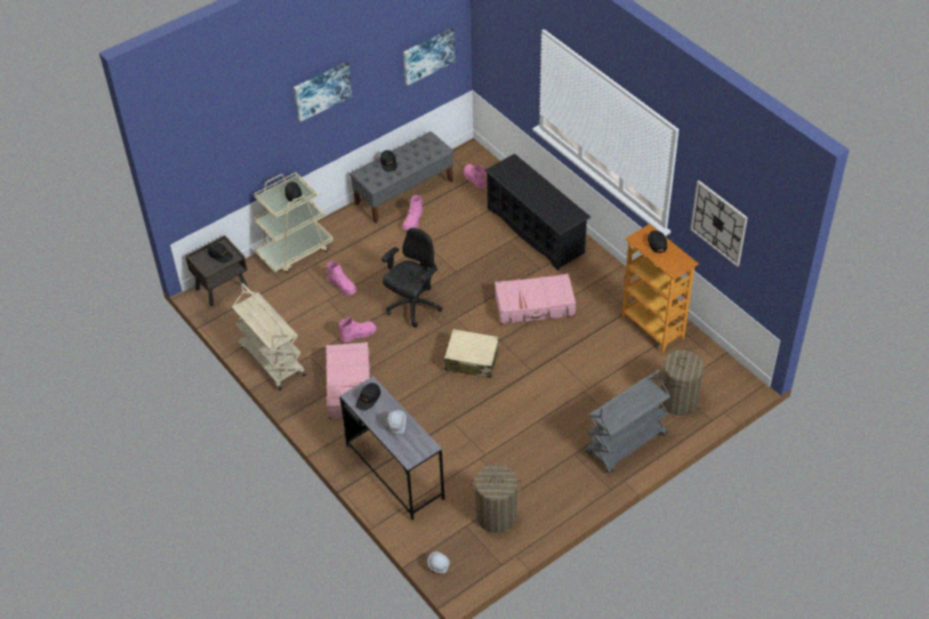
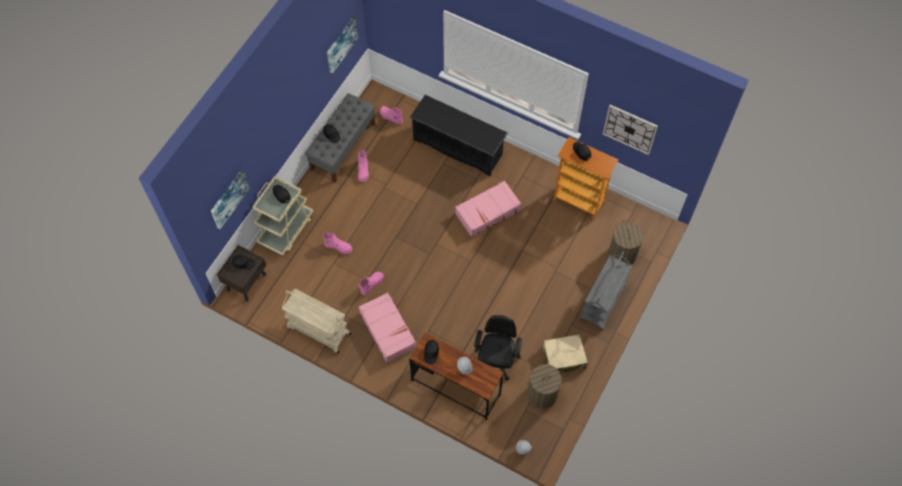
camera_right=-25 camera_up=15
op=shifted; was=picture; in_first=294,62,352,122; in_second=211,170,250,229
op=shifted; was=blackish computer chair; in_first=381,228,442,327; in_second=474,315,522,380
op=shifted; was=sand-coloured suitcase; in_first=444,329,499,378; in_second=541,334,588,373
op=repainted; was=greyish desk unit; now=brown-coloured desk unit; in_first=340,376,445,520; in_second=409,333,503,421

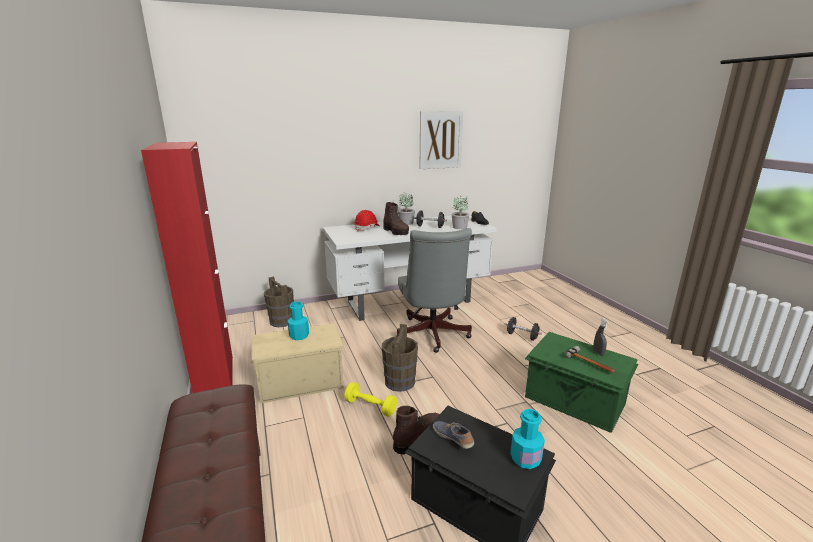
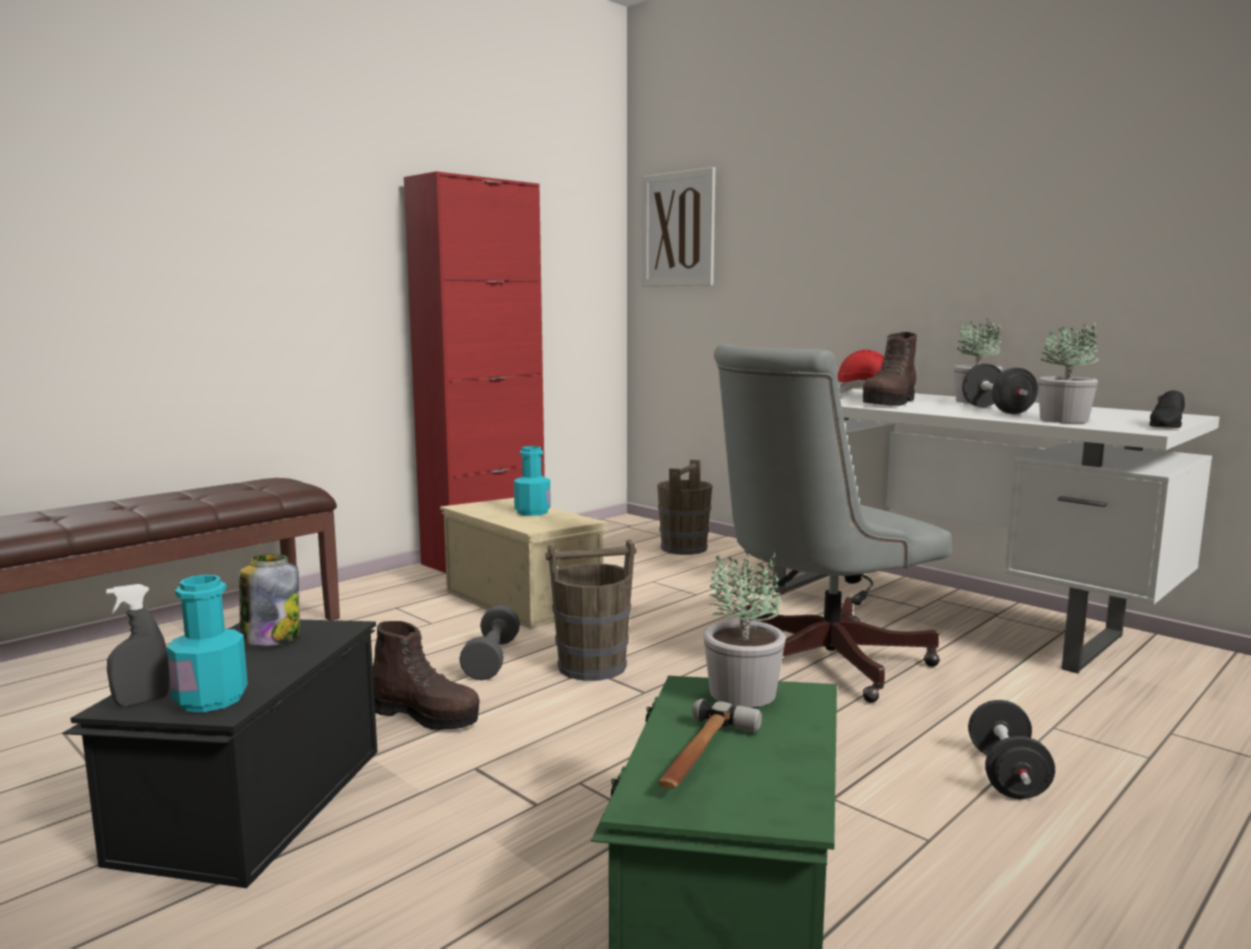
camera_right=65 camera_up=-10
op=new; now=plant in a pot; in_second=703,549,786,707
op=shifted; was=picture; in_first=420,111,463,169; in_second=643,167,715,287
op=shifted; was=greyish sprayer; in_first=593,318,609,356; in_second=106,584,169,706
op=swapped; was=low shoe; now=storage jar; in_first=433,421,474,449; in_second=239,554,300,646
op=repainted; was=yellow free weight; now=greyish free weight; in_first=344,382,397,417; in_second=460,605,520,680

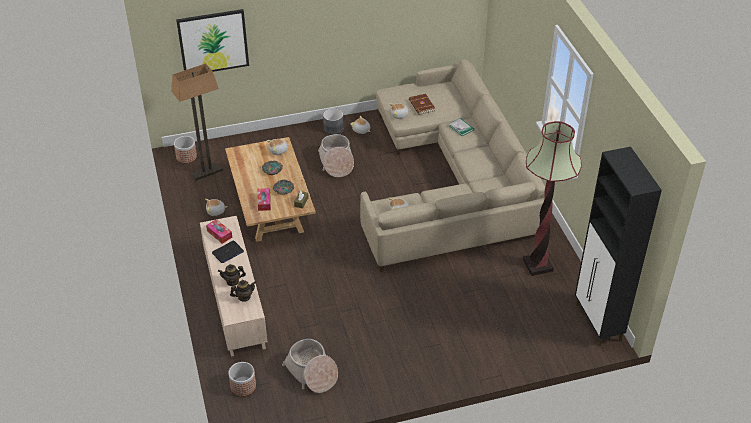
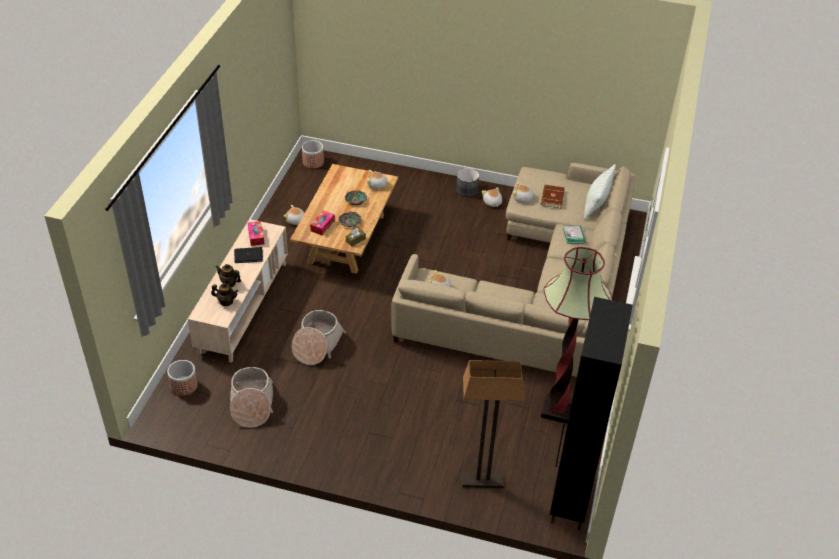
camera_right=30 camera_up=0
op=gone; was=picture; in_first=176,9,249,72
op=new; now=throw pillow; in_second=584,164,616,220
op=shifted; was=standard lamp; in_first=171,63,223,181; in_second=462,360,524,488
op=shifted; was=household basket; in_first=318,134,354,177; in_second=292,310,346,365

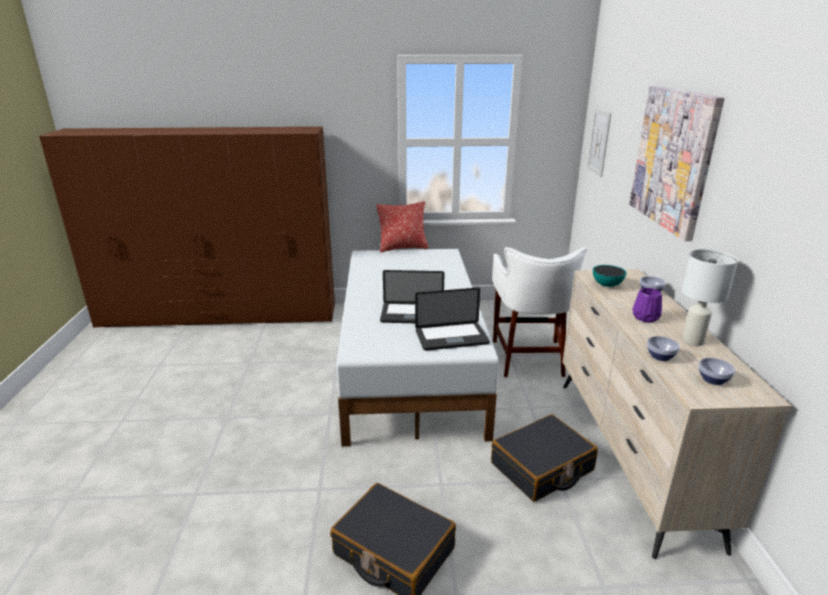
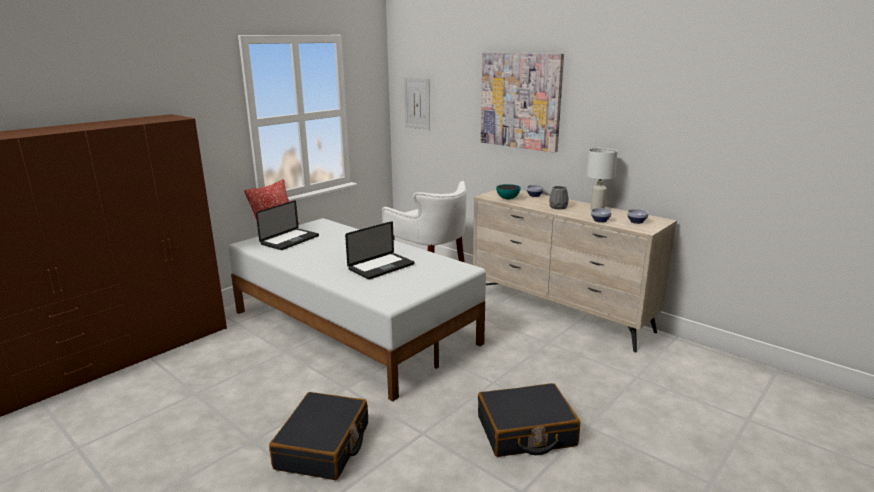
camera_right=-45 camera_up=-5
op=shifted; was=portable computer; in_first=415,288,490,351; in_second=256,200,319,250
op=shifted; was=blackish suitcase; in_first=491,414,598,502; in_second=269,392,368,480
op=repainted; was=purplish vase; now=greyish vase; in_first=632,288,662,323; in_second=549,186,569,209

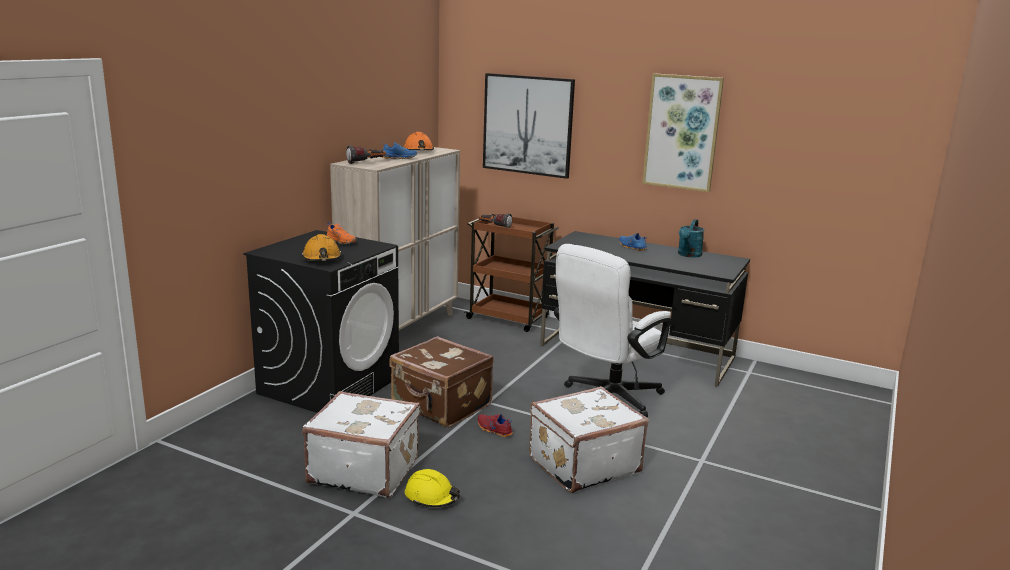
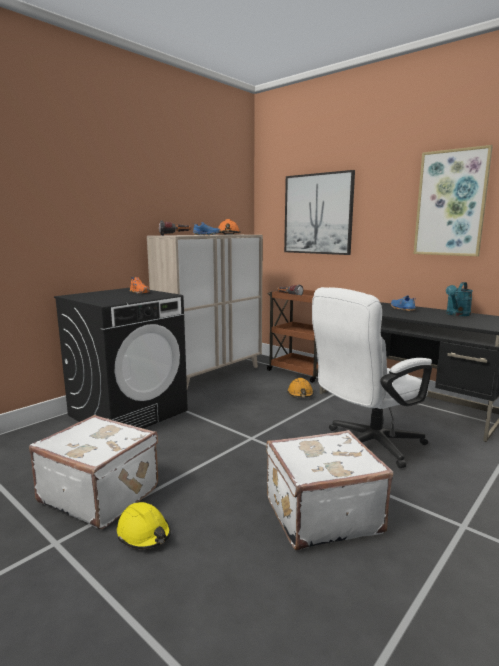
camera_right=15 camera_up=-5
op=gone; was=brown-coloured suitcase; in_first=389,336,494,427
op=gone; was=reddish low shoe; in_first=477,414,513,437
op=shifted; was=orange-coloured hard hat; in_first=301,234,342,261; in_second=287,378,314,397

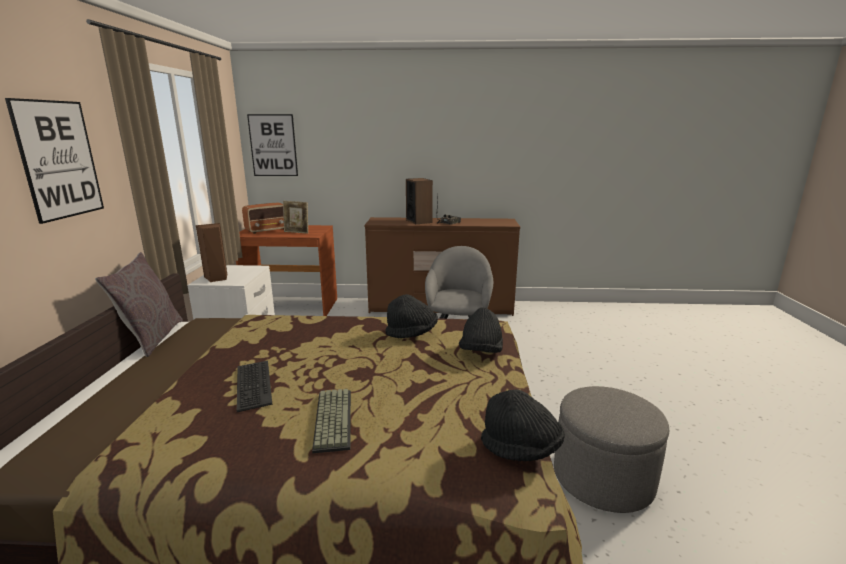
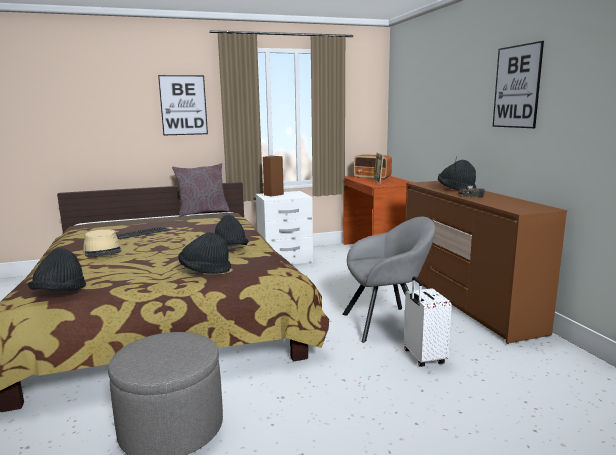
camera_right=70 camera_up=-5
op=new; now=white suitcase; in_second=404,277,452,367
op=shifted; was=picture; in_first=247,114,298,176; in_second=493,41,544,128
op=swapped; was=keyboard; now=sand-coloured wearable hat; in_first=312,389,351,453; in_second=83,229,121,257
op=swapped; was=loudspeaker; now=blackish wearable hat; in_first=406,178,433,225; in_second=438,160,476,191

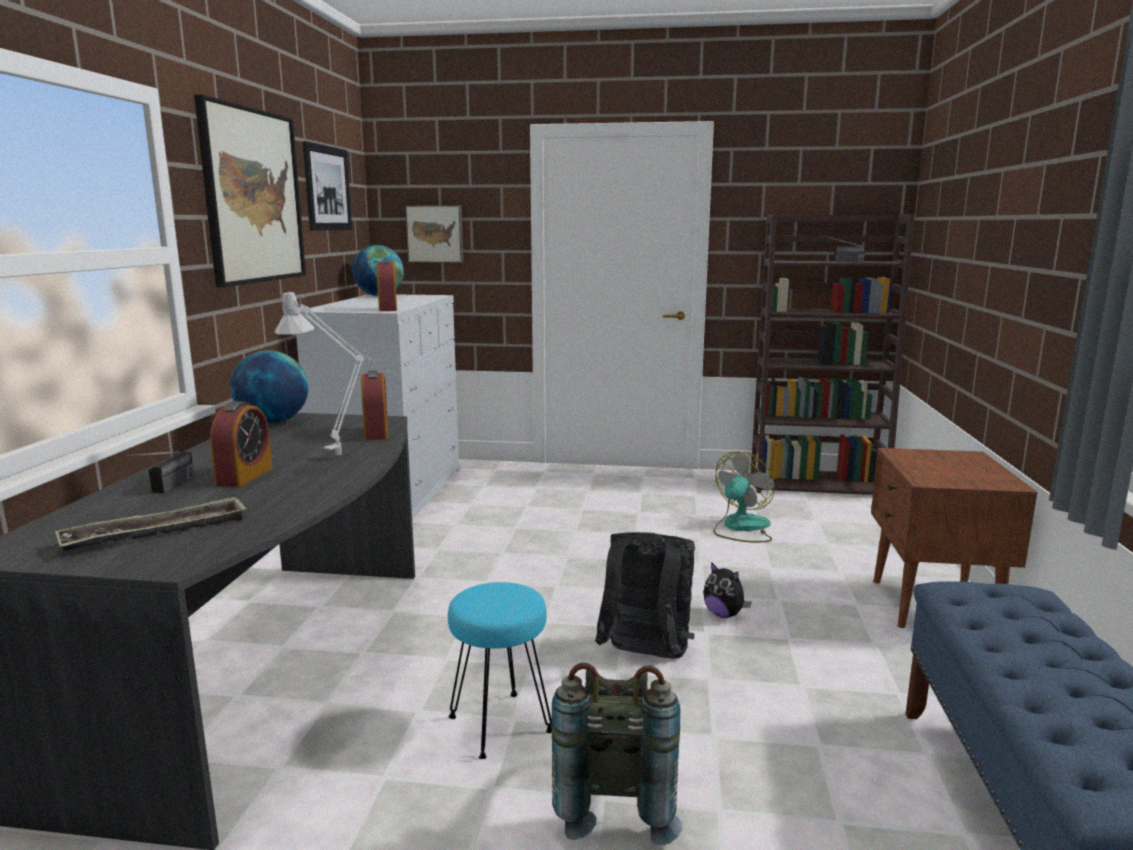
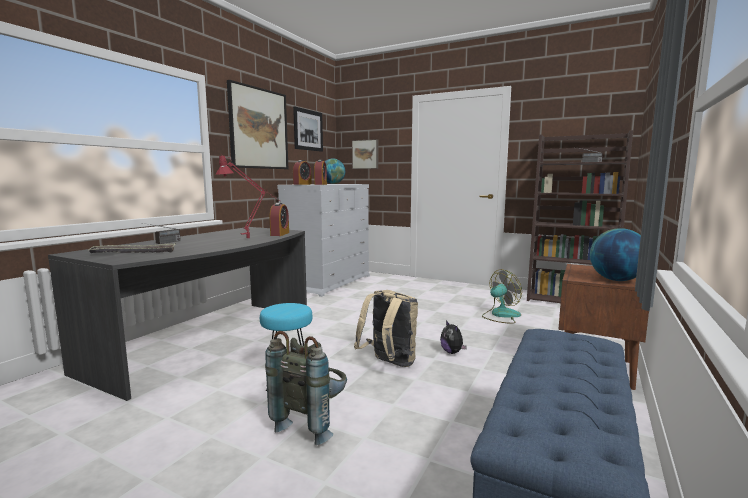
camera_right=20 camera_up=-5
op=shifted; was=alarm clock; in_first=210,401,272,487; in_second=293,160,312,185
op=shifted; was=globe; in_first=230,350,308,424; in_second=590,228,641,281
op=repainted; was=greyish lamp for a table; now=reddish lamp for a table; in_first=274,291,390,455; in_second=215,155,281,238
op=repainted; was=blackish knapsack; now=sand-coloured knapsack; in_first=595,532,695,659; in_second=354,290,418,367

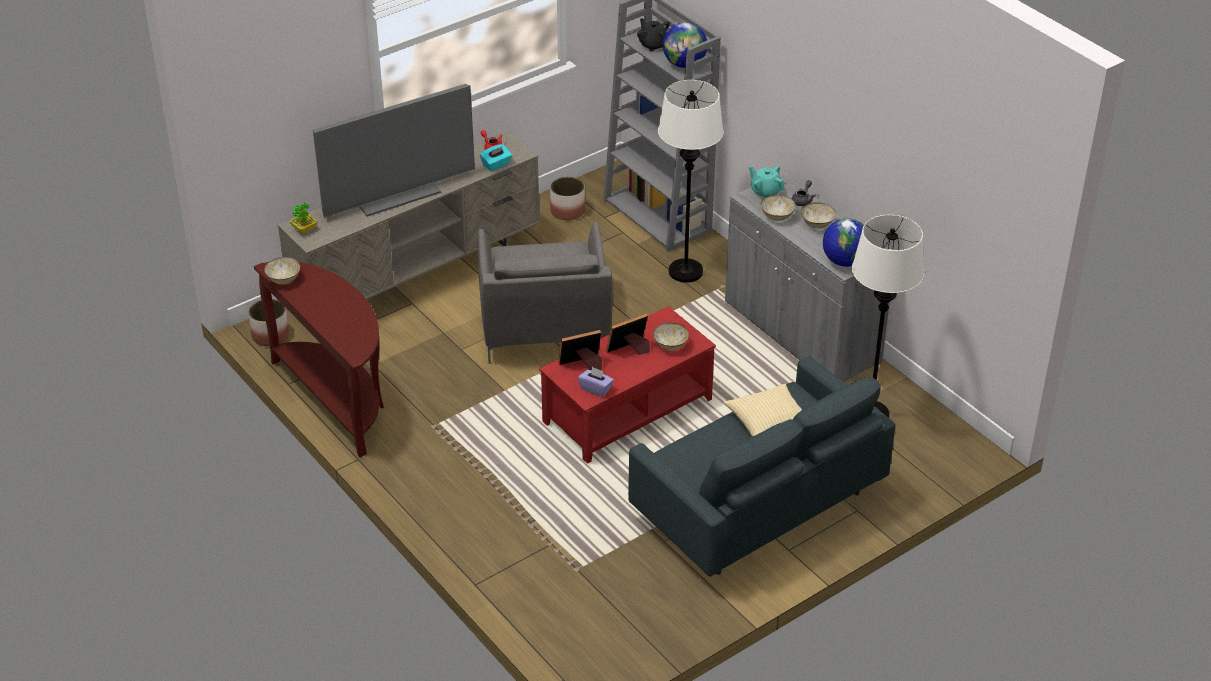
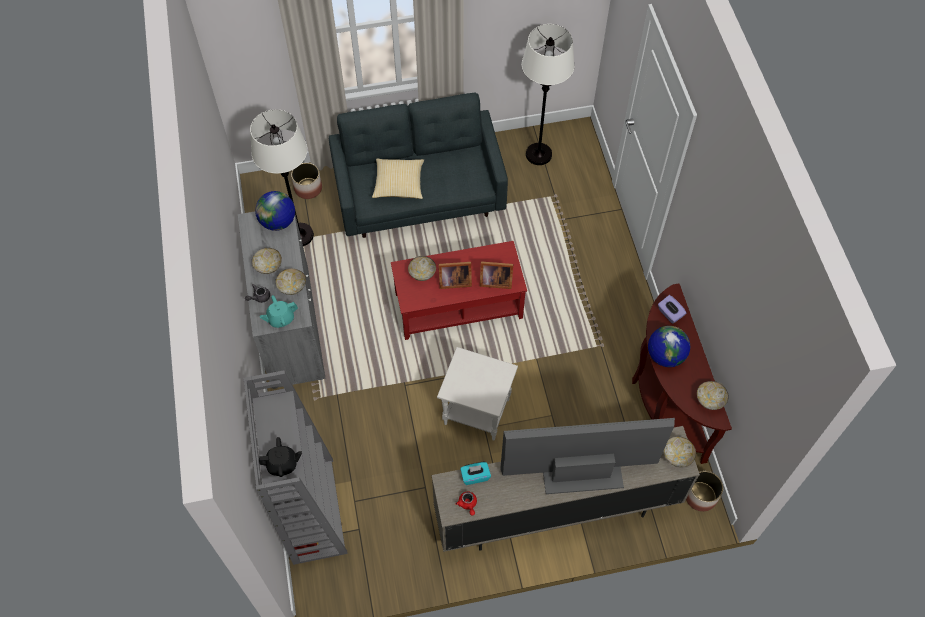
camera_right=-155 camera_up=20
op=shifted; was=flower pot; in_first=550,177,585,220; in_second=291,163,322,199
op=shifted; was=purplish tissue holder; in_first=578,367,614,397; in_second=658,295,686,324
op=shifted; was=white standard lamp; in_first=658,80,724,283; in_second=522,24,575,165
op=shifted; was=globe; in_first=663,22,707,68; in_second=648,326,690,367
op=swapped; was=plant in a pot; now=deep dish; in_first=290,202,317,233; in_second=663,436,696,467
op=swapped; was=greyish lounge chair; now=white accent table; in_first=478,222,613,364; in_second=437,347,518,441
op=rotated; was=blackish tea pot; in_first=637,18,670,51; in_second=259,437,302,477; clockwise=-90
op=rotated; was=blue-green tea pot; in_first=749,166,785,198; in_second=260,295,298,328; clockwise=90

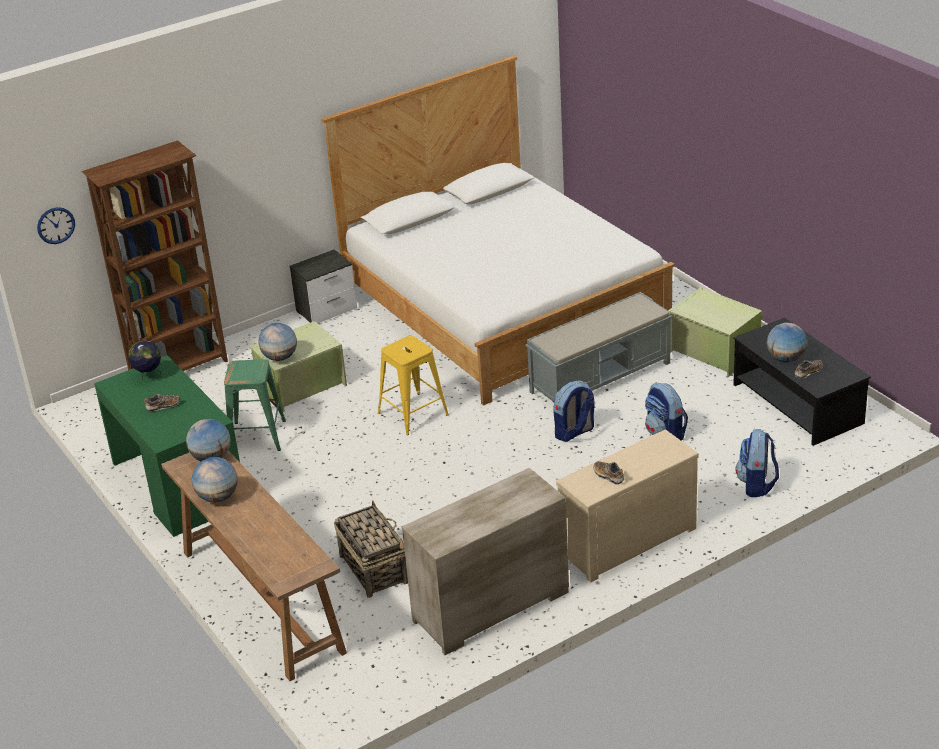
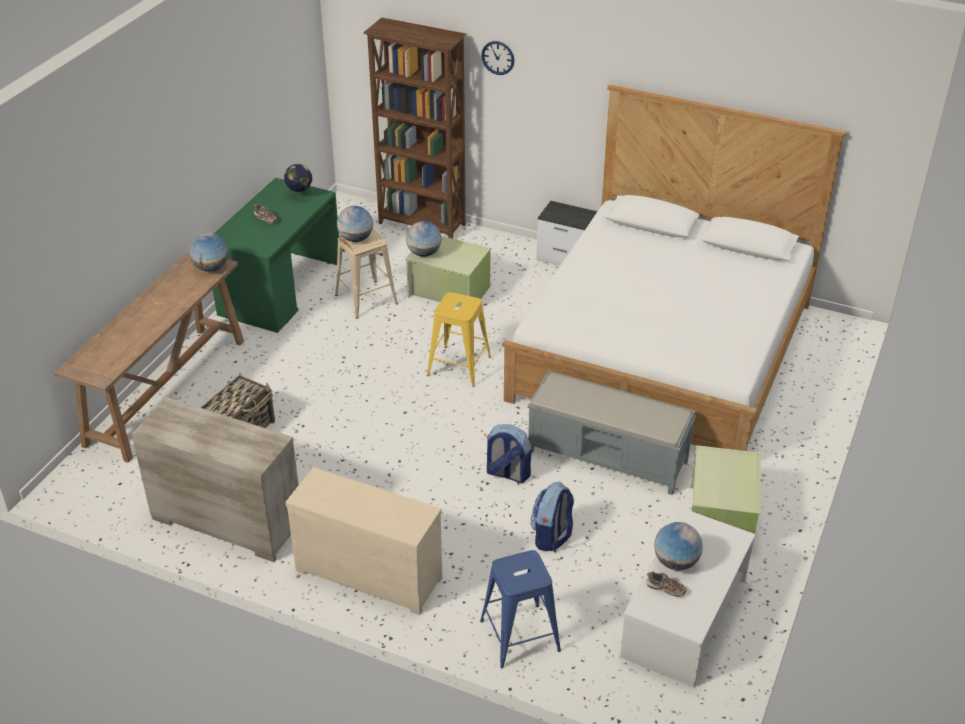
camera_right=55 camera_up=5
op=gone; was=low shoe; in_first=593,461,624,485
op=shifted; was=wall clock; in_first=37,207,75,244; in_second=481,41,514,75
op=shifted; was=globe; in_first=192,457,238,503; in_second=337,206,373,242
op=swapped; was=knapsack; now=bluish sitting stool; in_first=736,429,779,497; in_second=480,550,561,668
op=repainted; was=greenish sitting stool; now=sand-coloured sitting stool; in_first=224,359,286,451; in_second=335,229,398,319
op=repainted; was=blackish low table; now=white low table; in_first=733,318,871,446; in_second=620,508,756,687

